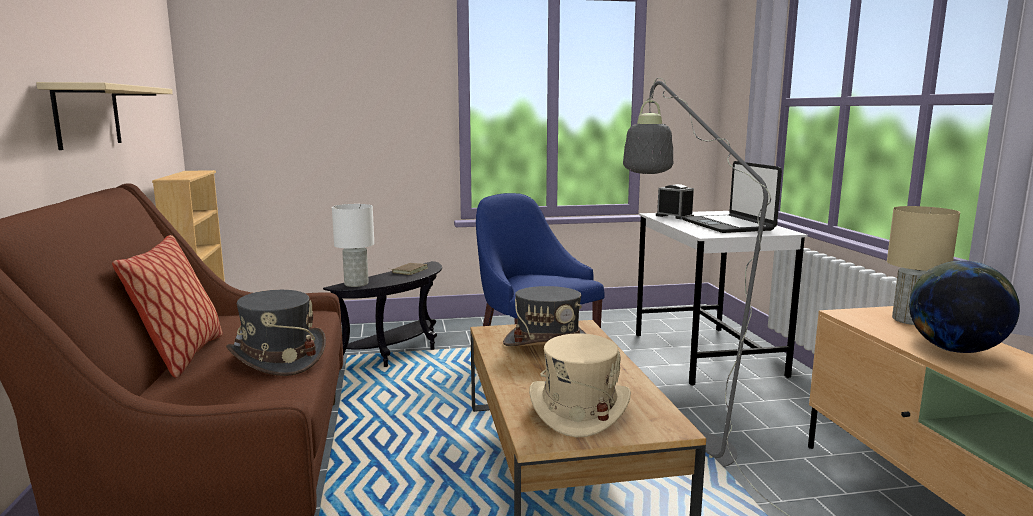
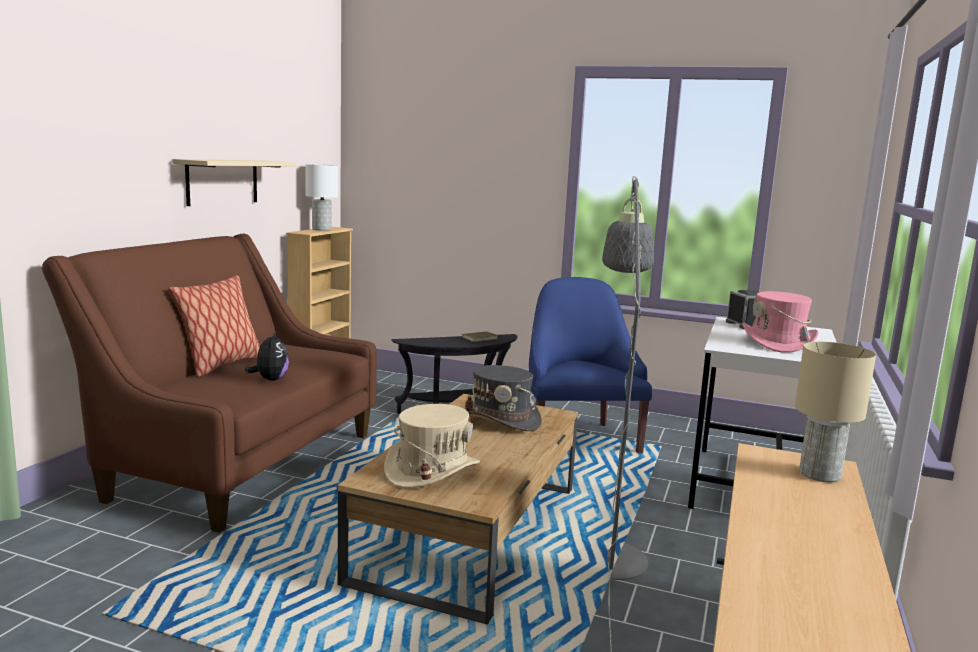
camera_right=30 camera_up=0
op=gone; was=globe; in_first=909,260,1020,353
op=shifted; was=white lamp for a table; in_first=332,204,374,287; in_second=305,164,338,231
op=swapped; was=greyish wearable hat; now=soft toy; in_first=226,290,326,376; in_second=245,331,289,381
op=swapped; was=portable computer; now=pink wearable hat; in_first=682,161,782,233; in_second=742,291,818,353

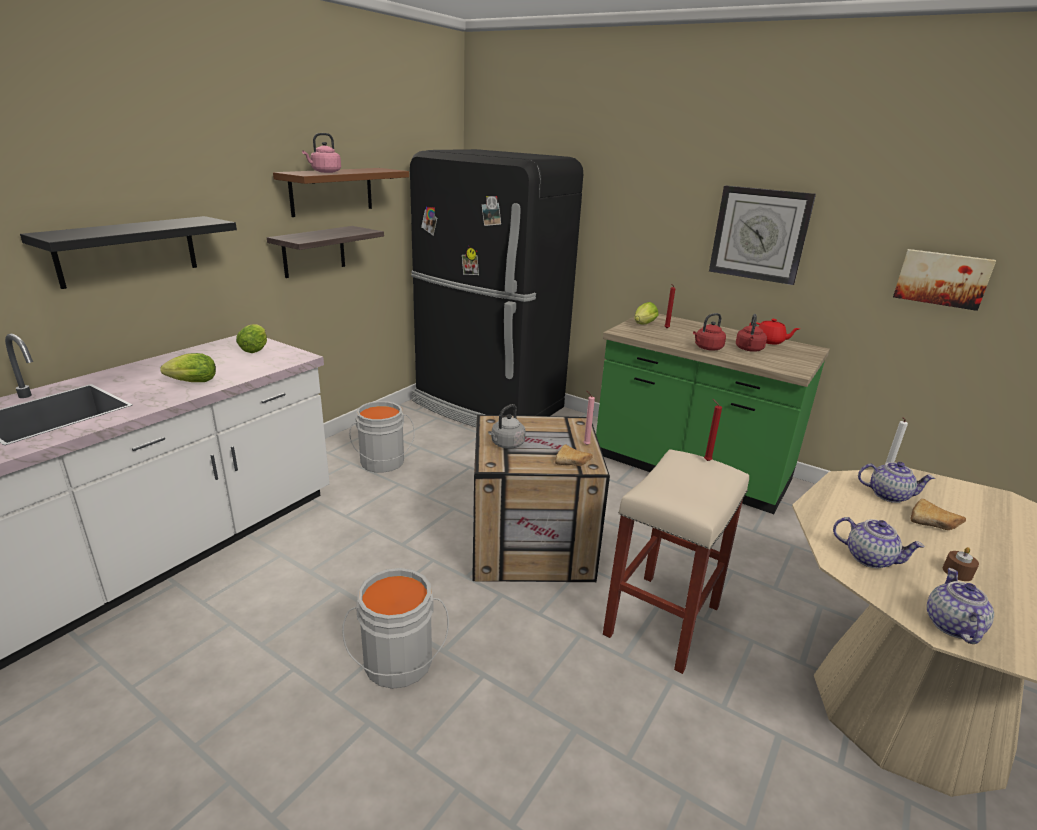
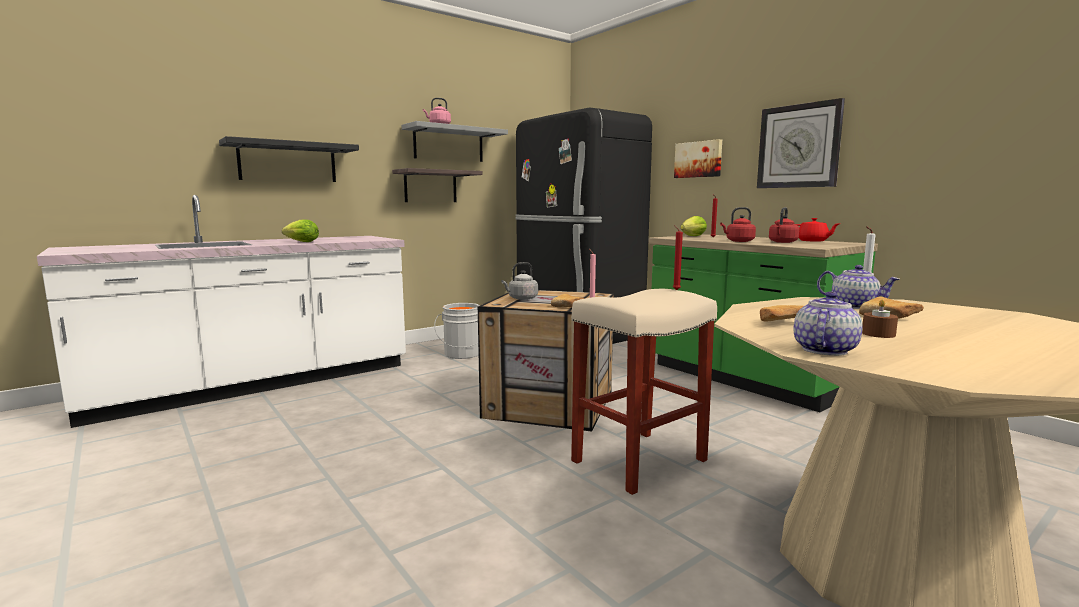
camera_right=20 camera_up=-15
op=gone; was=lettuce; in_first=236,324,267,353
op=gone; was=greyish pail; in_first=342,568,449,689
op=shifted; was=picture; in_first=893,249,996,311; in_second=674,139,722,178
op=swapped; was=tea pot; now=baked bread; in_first=833,517,924,568; in_second=760,305,804,321
op=repainted; was=brown-coloured bracket shelf; now=greyish bracket shelf; in_first=273,168,409,217; in_second=402,121,508,162

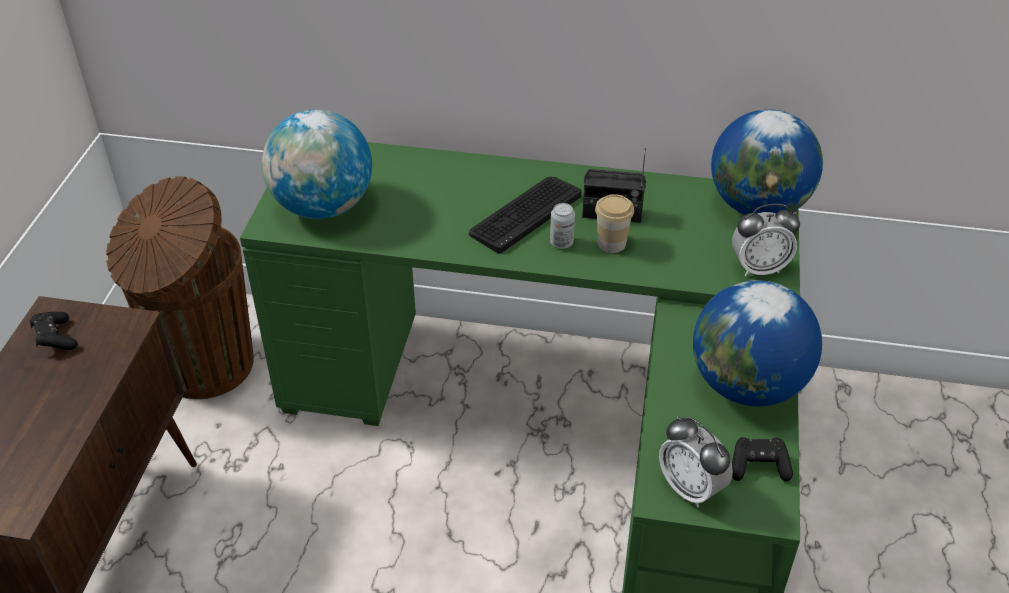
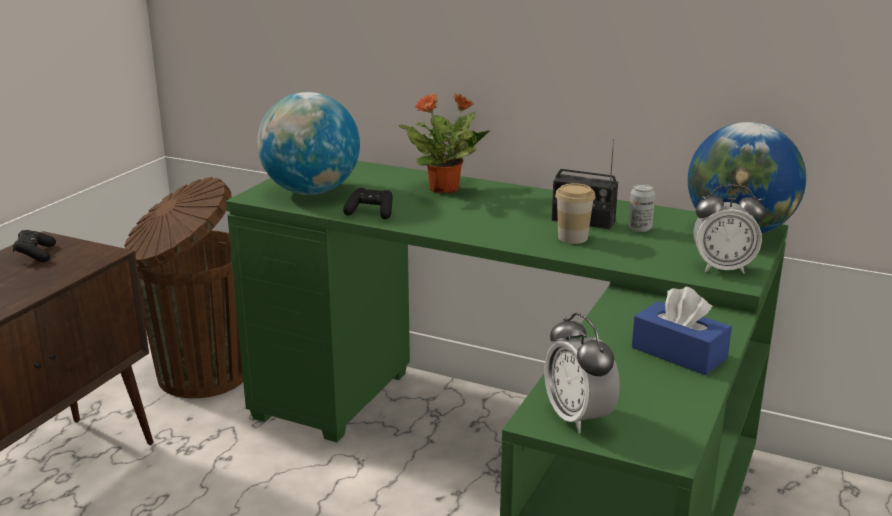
camera_right=15 camera_up=-20
op=gone; was=keyboard; in_first=469,177,582,254
op=new; now=plant in a pot; in_second=399,93,491,193
op=shifted; was=metal can; in_first=550,203,575,249; in_second=628,184,655,232
op=shifted; was=blackish joypad; in_first=732,437,793,482; in_second=343,188,393,219
op=swapped; was=globe; now=bluish tissue holder; in_first=693,280,822,406; in_second=632,287,732,375

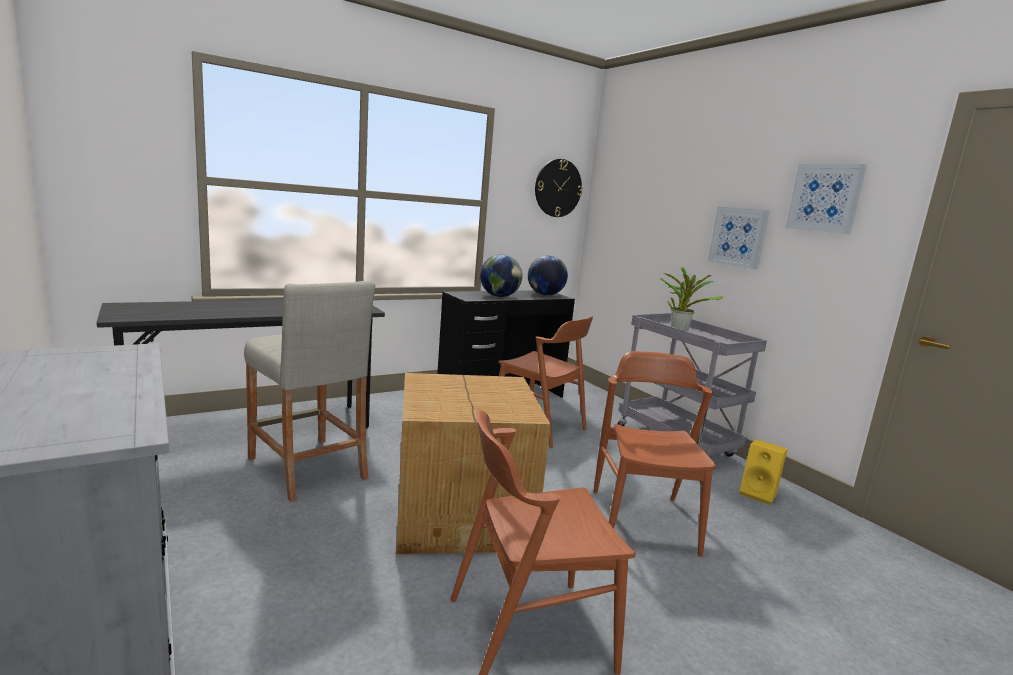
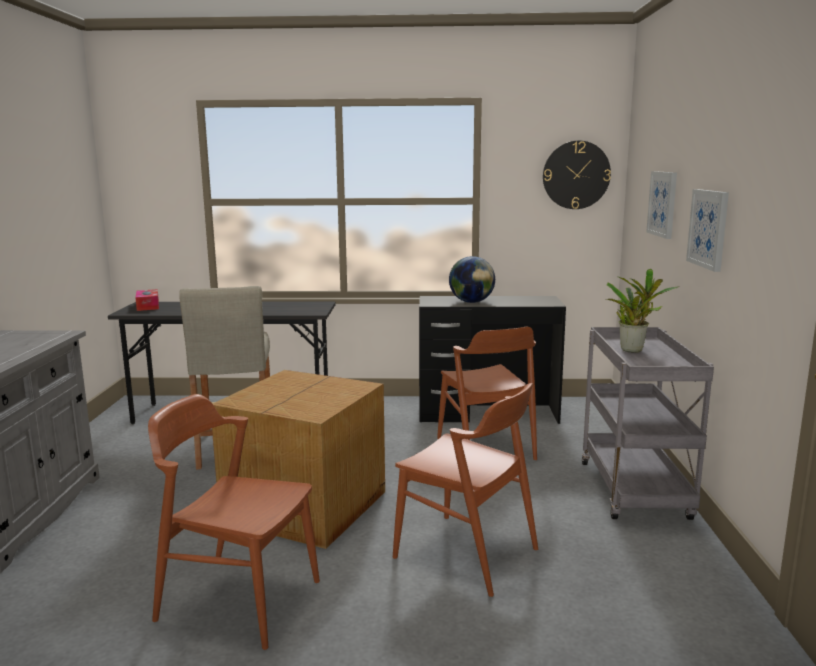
camera_right=35 camera_up=0
op=gone; was=globe; in_first=528,255,568,296
op=gone; was=yellow loudspeaker; in_first=740,439,788,505
op=new; now=tissue holder; in_second=135,289,159,311
op=shifted; was=picture; in_first=785,164,867,234; in_second=646,171,677,239
op=rotated; was=brown-coloured chair; in_first=594,351,716,557; in_second=393,383,538,597; clockwise=90

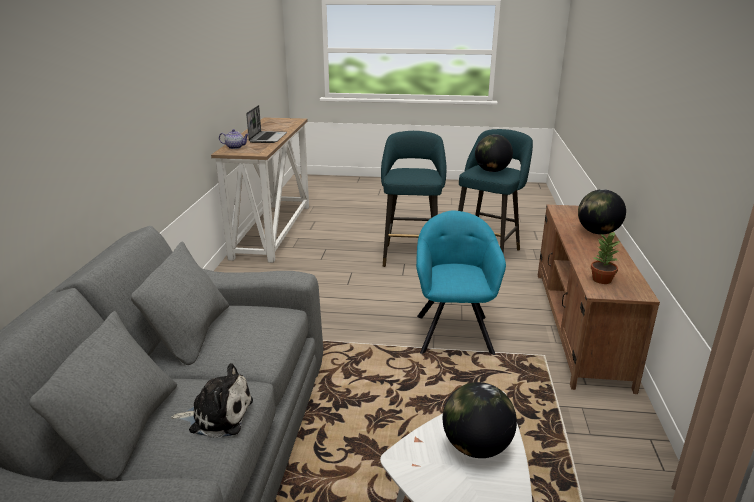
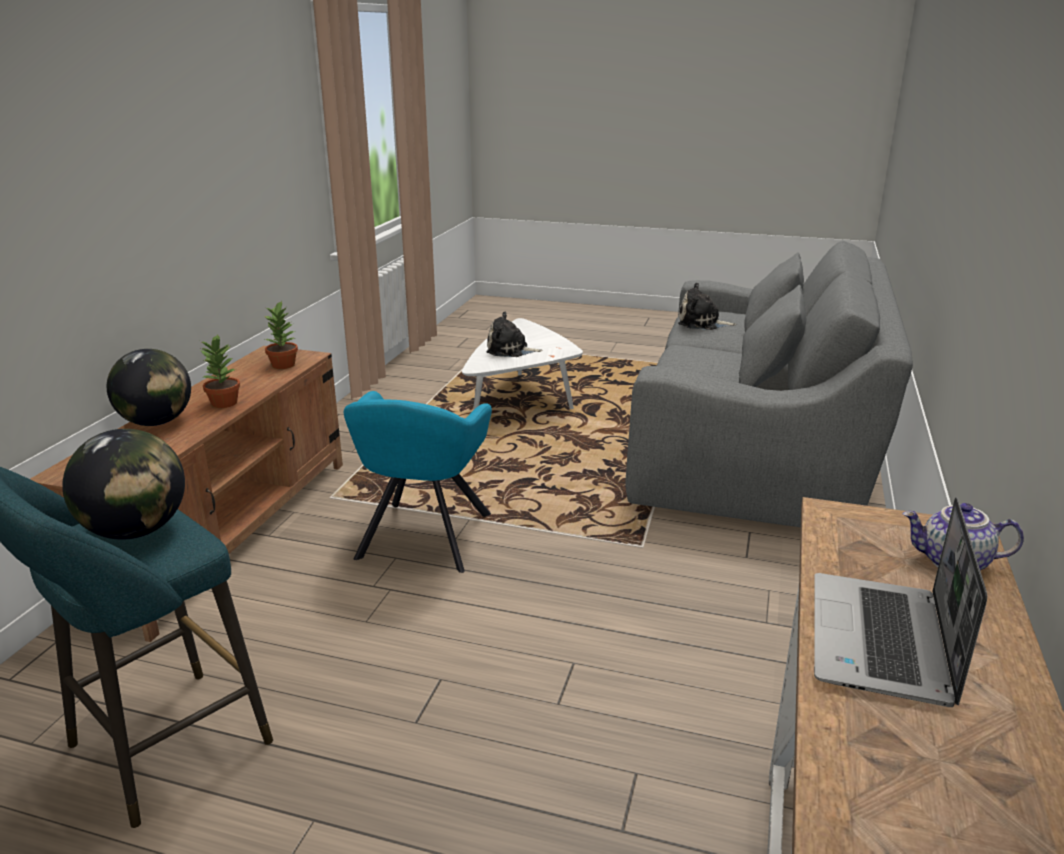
camera_right=-170 camera_up=0
op=gone; was=blue-green sitting stool; in_first=381,131,447,267
op=new; now=plant in a pot; in_second=199,334,240,408
op=swapped; was=globe; now=soft toy; in_first=443,382,517,458; in_second=486,311,543,357

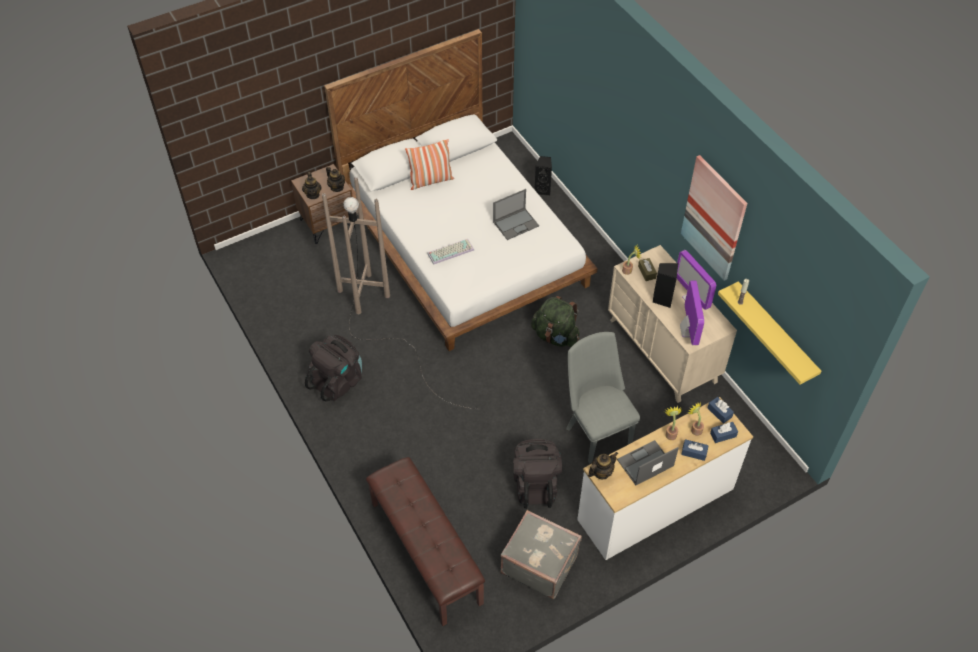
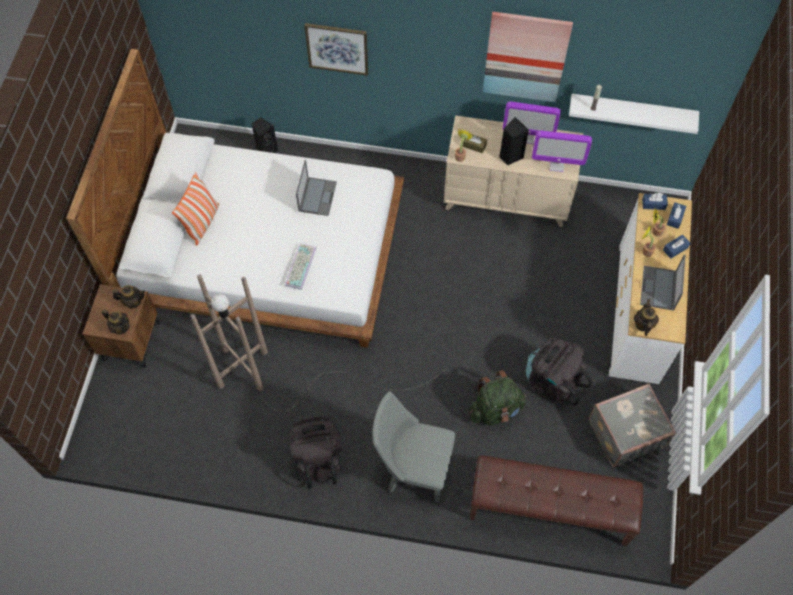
camera_right=-50 camera_up=10
op=new; now=picture; in_second=304,23,368,76
op=shifted; was=greenish knapsack; in_first=531,296,580,347; in_second=468,370,527,425
op=shifted; was=greyish chair; in_first=566,332,640,464; in_second=372,391,455,502
op=repainted; was=yellow bracket shelf; now=white bracket shelf; in_first=718,282,821,385; in_second=569,94,699,134
op=rotated; was=monitor; in_first=680,280,704,345; in_second=532,130,592,172; clockwise=150

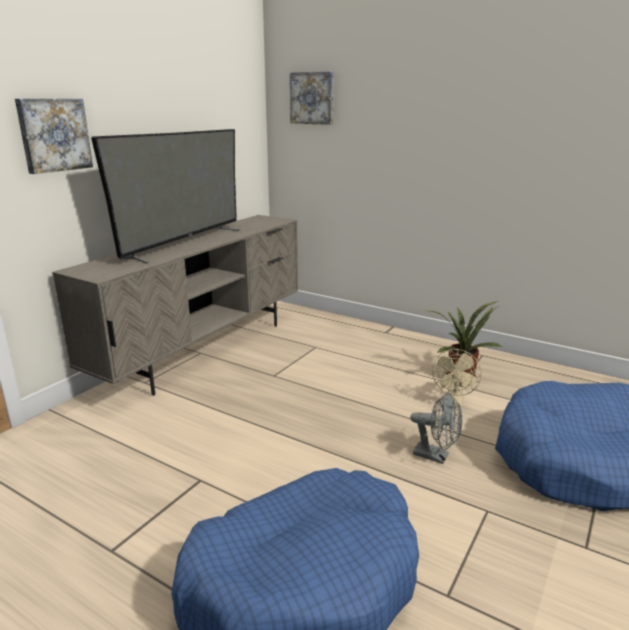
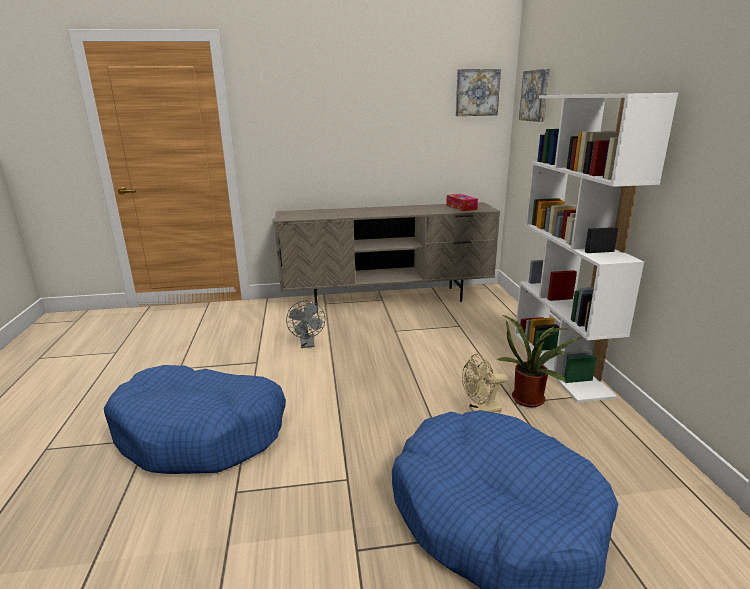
camera_right=50 camera_up=0
op=gone; was=TV; in_first=91,129,240,264
op=new; now=tissue holder; in_second=446,194,478,211
op=new; now=white bookshelf; in_second=514,93,678,403
op=shifted; was=picture; in_first=15,99,93,174; in_second=456,69,501,116
op=shifted; was=greyish electric fan; in_first=410,393,462,464; in_second=286,301,325,348

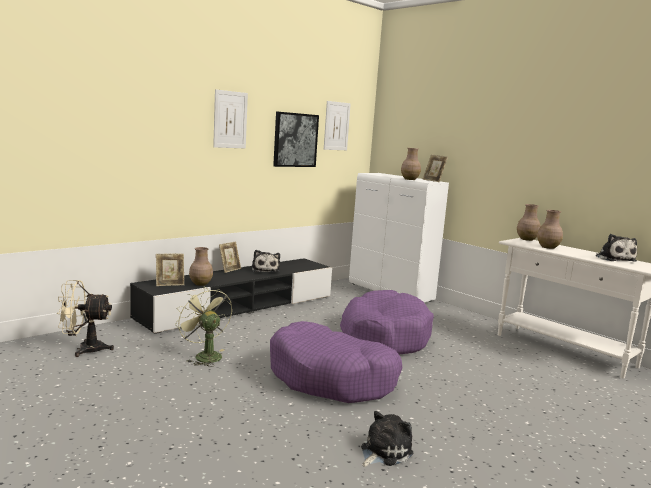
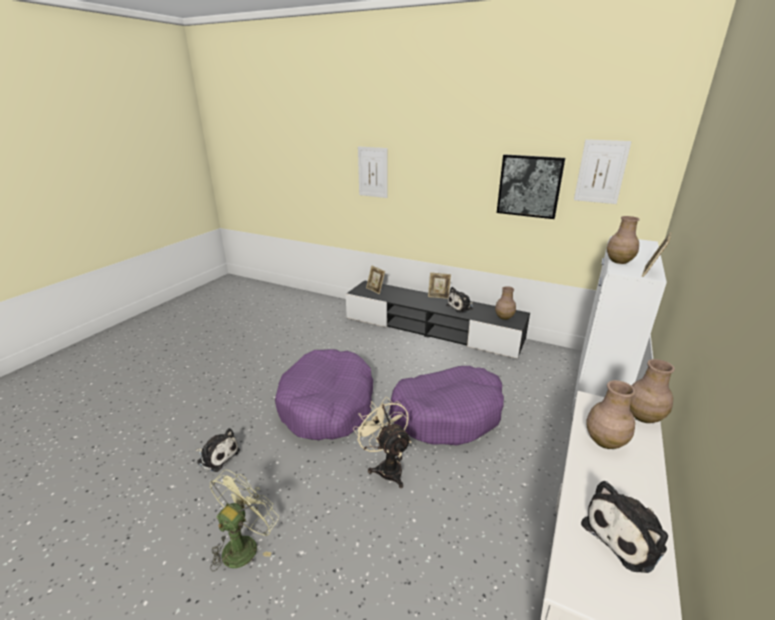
camera_right=70 camera_up=15
op=shifted; was=sand-coloured electric fan; in_first=56,280,114,357; in_second=353,397,412,488
op=shifted; was=greenish electric fan; in_first=175,287,232,367; in_second=210,470,279,571
op=shifted; was=brown-coloured vase; in_first=189,247,213,286; in_second=495,286,516,320
op=shifted; was=picture; in_first=213,89,248,148; in_second=358,146,388,198

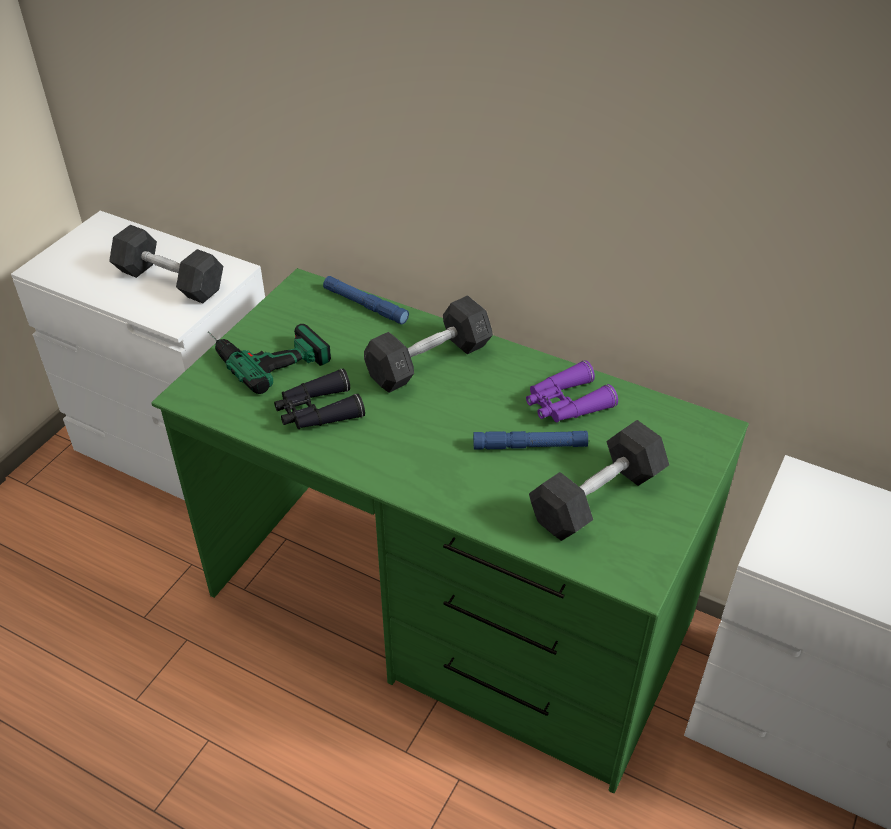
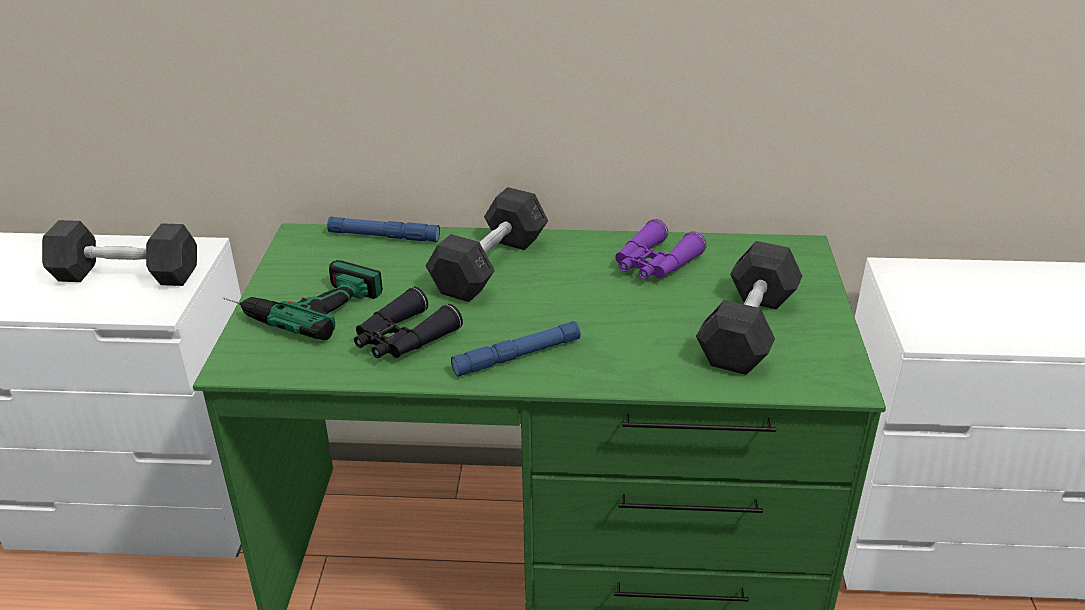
camera_right=-25 camera_up=-10
op=shifted; was=bluish hand torch; in_first=473,431,588,449; in_second=451,321,581,377

